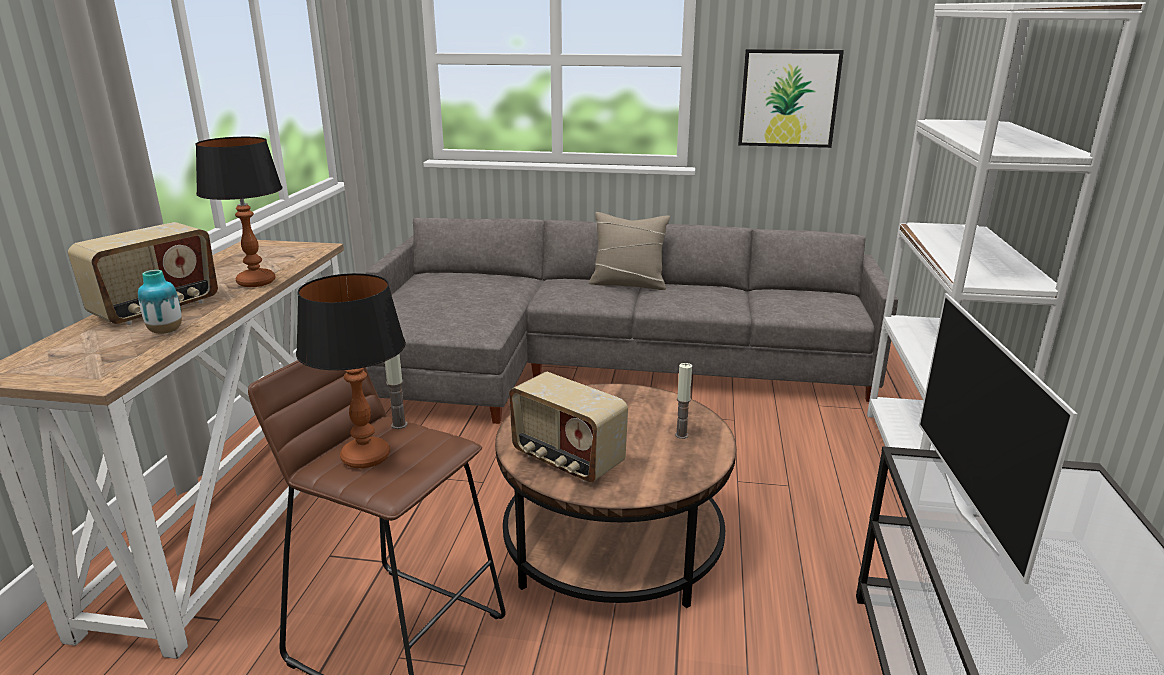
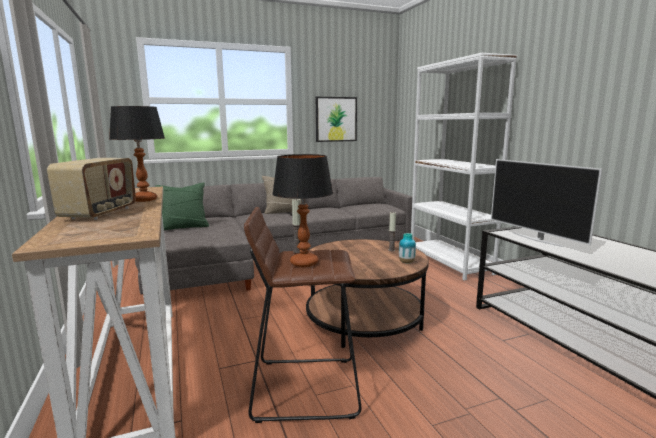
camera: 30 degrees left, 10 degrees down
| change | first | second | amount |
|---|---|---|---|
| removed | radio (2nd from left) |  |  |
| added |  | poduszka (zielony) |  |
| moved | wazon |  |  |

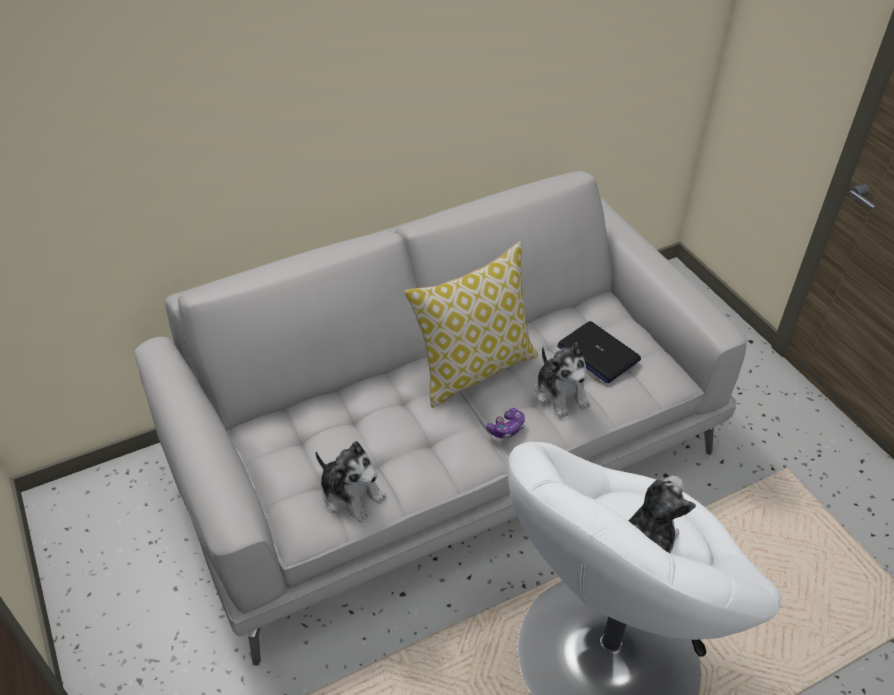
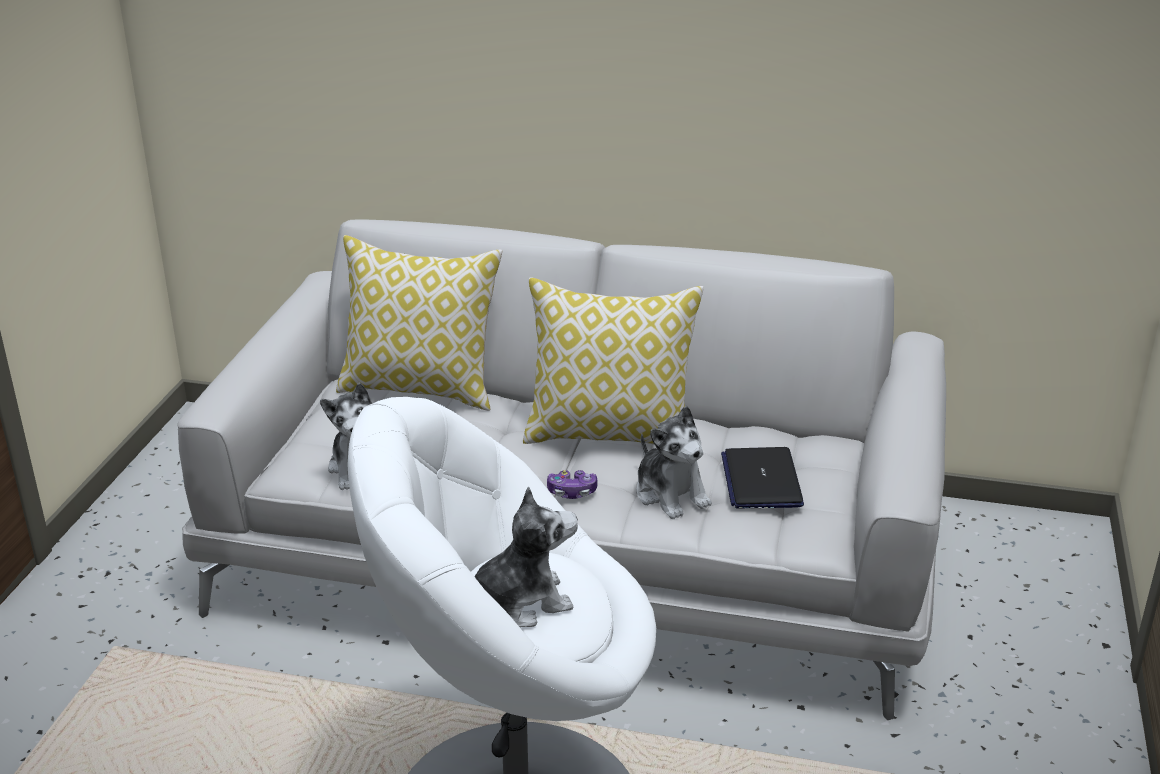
camera: 40 degrees right, 15 degrees down
| change | first | second | amount |
|---|---|---|---|
| added |  | poduszka (1st from left) |  |
| turned | pluszak (2nd from left in the first image) | pluszak (3rd from left) | 45 degrees counterclockwise |

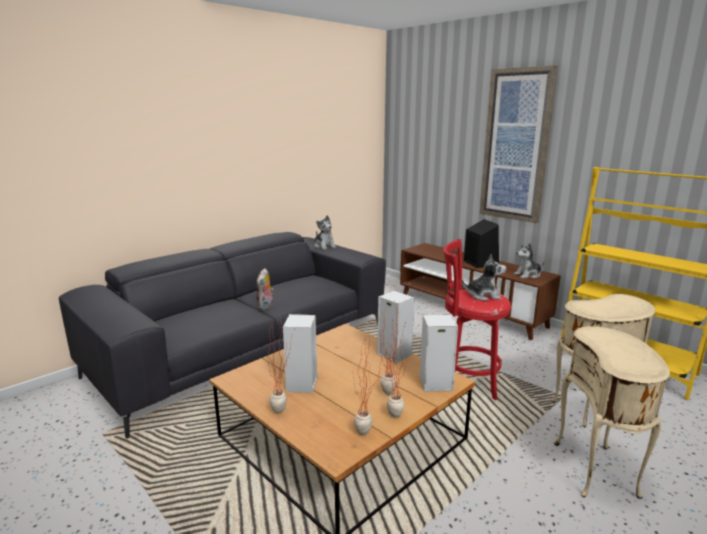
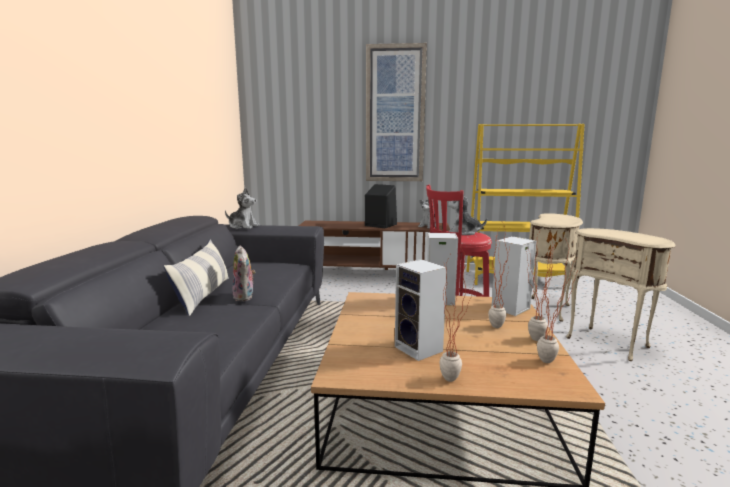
camera: 40 degrees left, 5 degrees down
| change | first | second | amount |
|---|---|---|---|
| added |  | poduszka |  |
| turned | pluszak (3rd from left in the first image) | pluszak (4th from left) | 120 degrees counterclockwise |

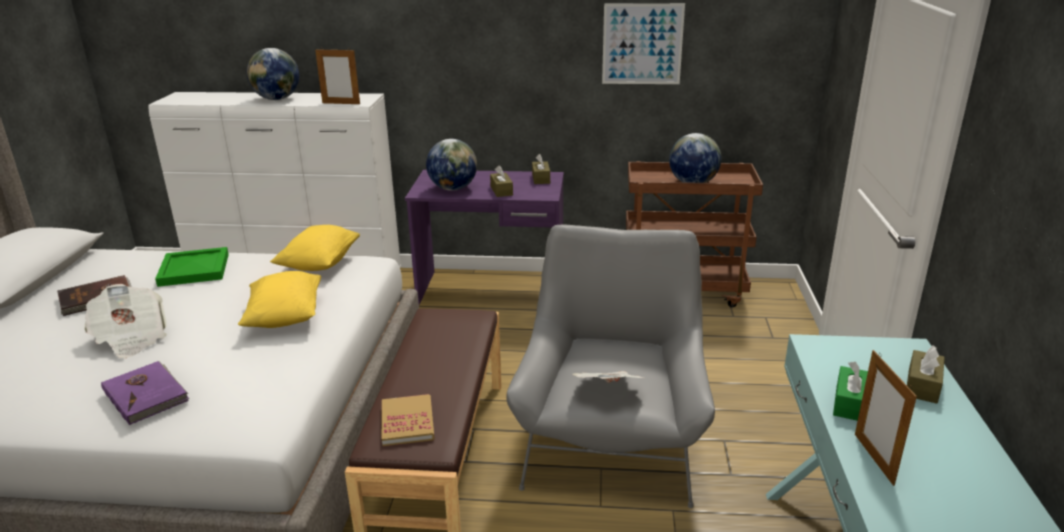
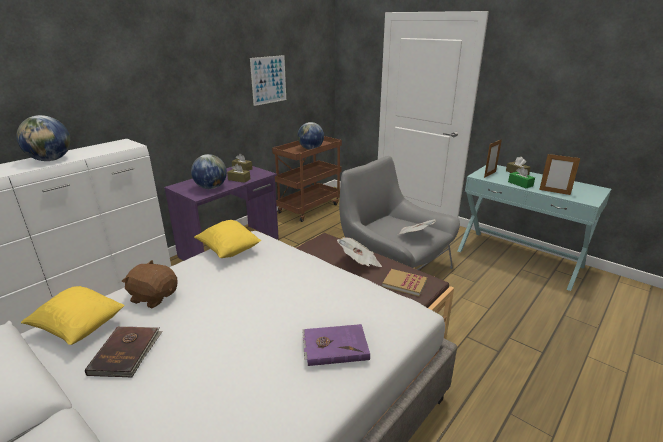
camera: 55 degrees left, 0 degrees up
| change | first | second | amount |
|---|---|---|---|
| moved | gazeta (1st from left) |  |  |
| moved | poduszka (żółty) (1st from left) |  |  |
| moved | ramka na zdjęcie (1st from left) |  |  |
| replaced | taca (zielony) | pluszak (brązowy) |  |

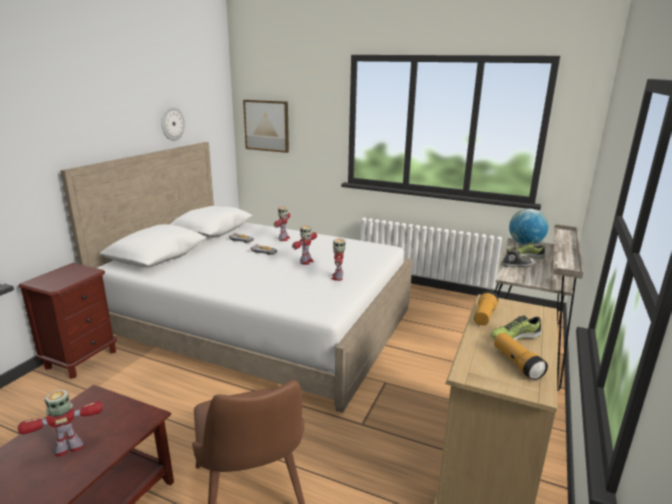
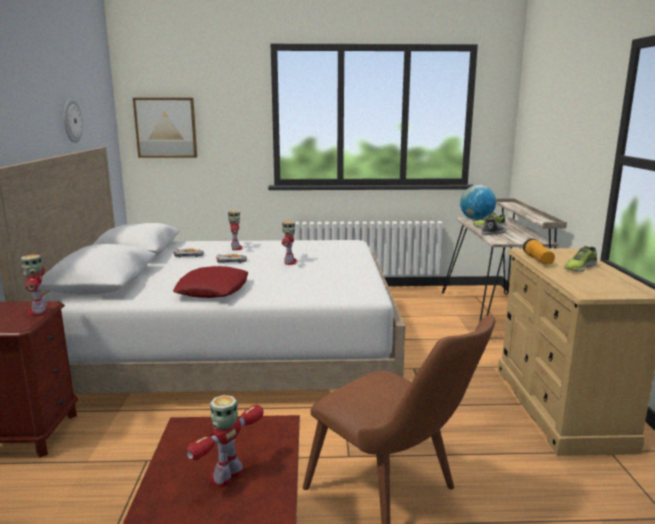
camera: 25 degrees left, 5 degrees down
| change | first | second | amount |
|---|---|---|---|
| removed | latarka (2nd from left) |  |  |
| added |  | poduszka (czerwony) |  |
| moved | robot zabawkowy (4th from left in the first image) | robot zabawkowy (1st from left) |  |

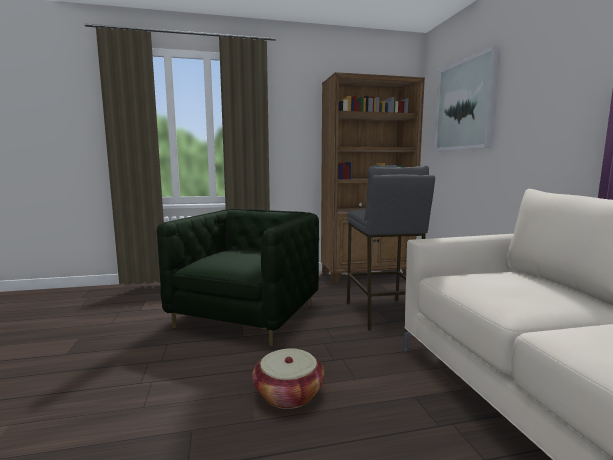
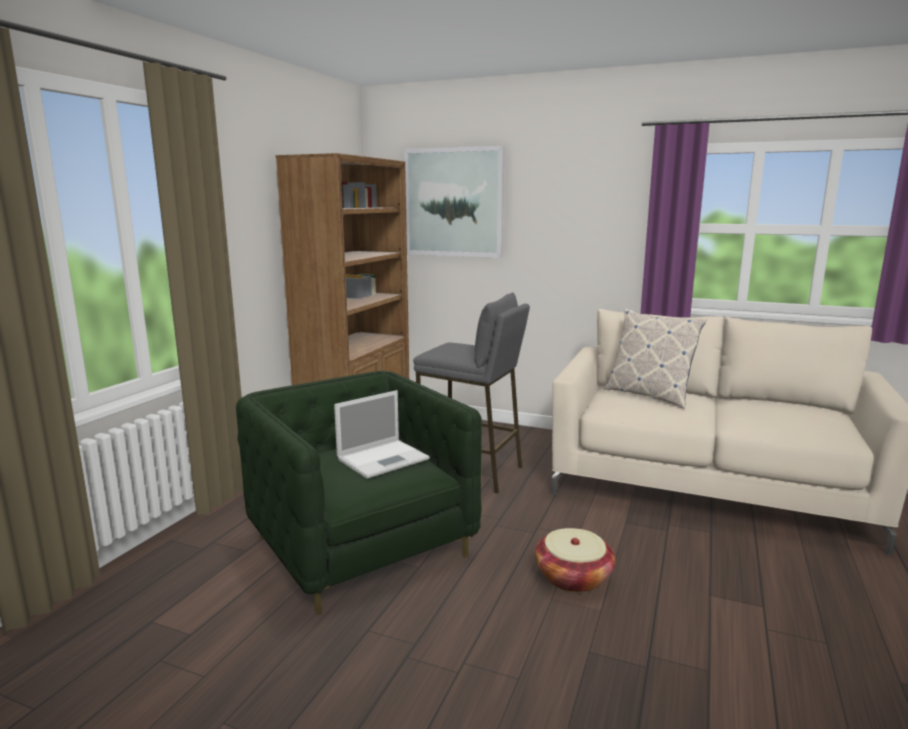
camera: 55 degrees left, 5 degrees up
| change | first | second | amount |
|---|---|---|---|
| added |  | laptop |  |
| added |  | poduszka |  |

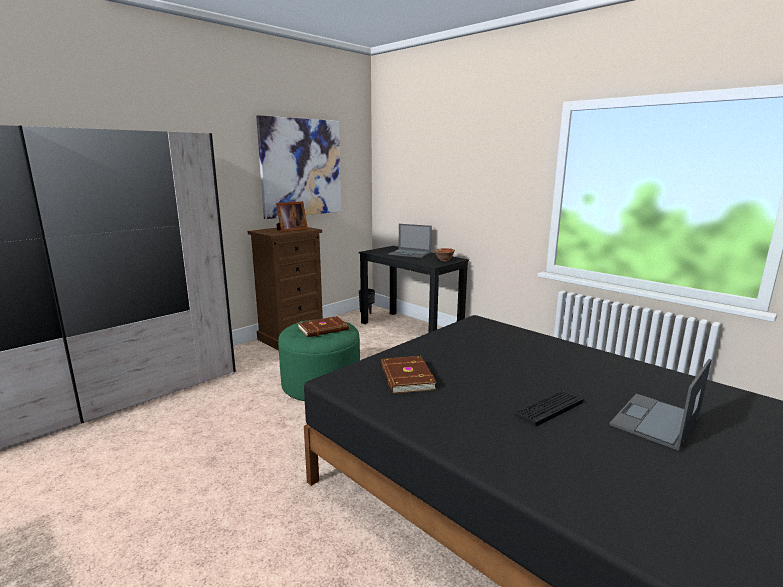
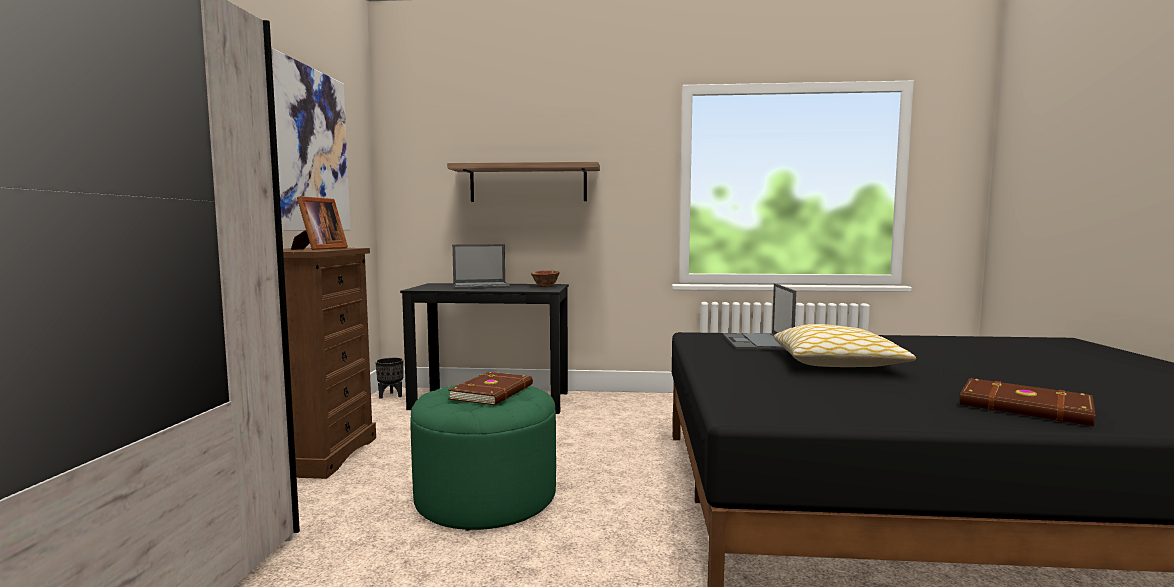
camera: 40 degrees left, 10 degrees down
| change | first | second | amount |
|---|---|---|---|
| removed | klawiatura |  |  |
| added |  | półka |  |
| added |  | poduszka |  |
| moved | książka (brązowy) (2nd from left) |  |  |
| moved | laptop (2nd from left) |  |  |

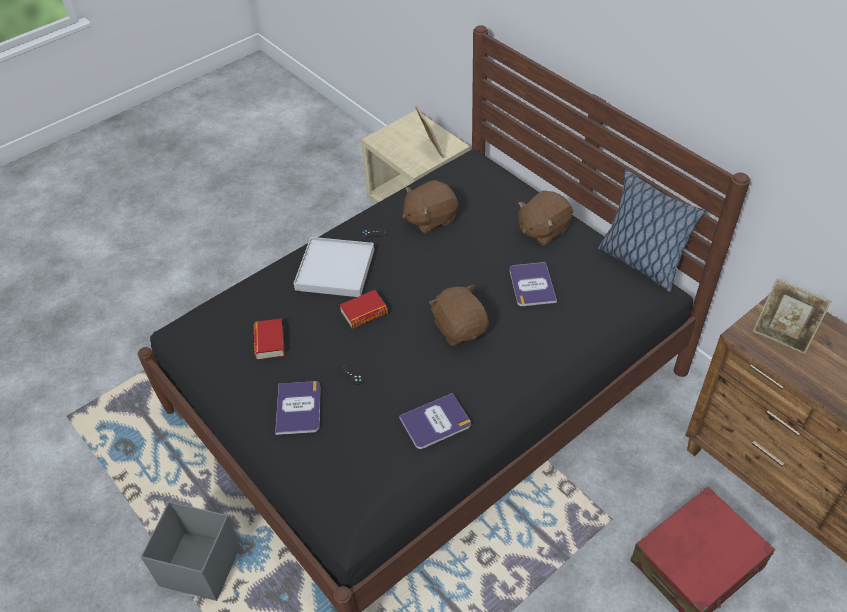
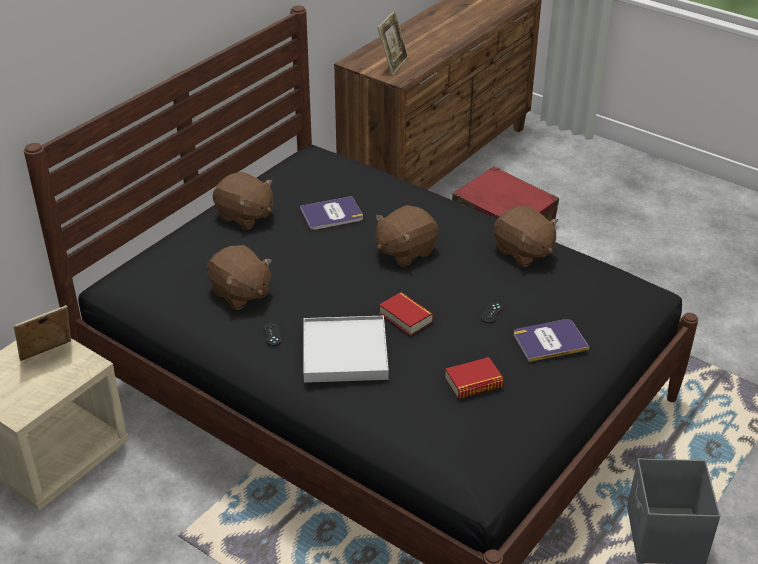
camera: 105 degrees left, 10 degrees down
| change | first | second | amount |
|---|---|---|---|
| removed | poduszka |  |  |
| replaced | książka (4th from left) | pluszak (brązowy) (4th from left) |  |

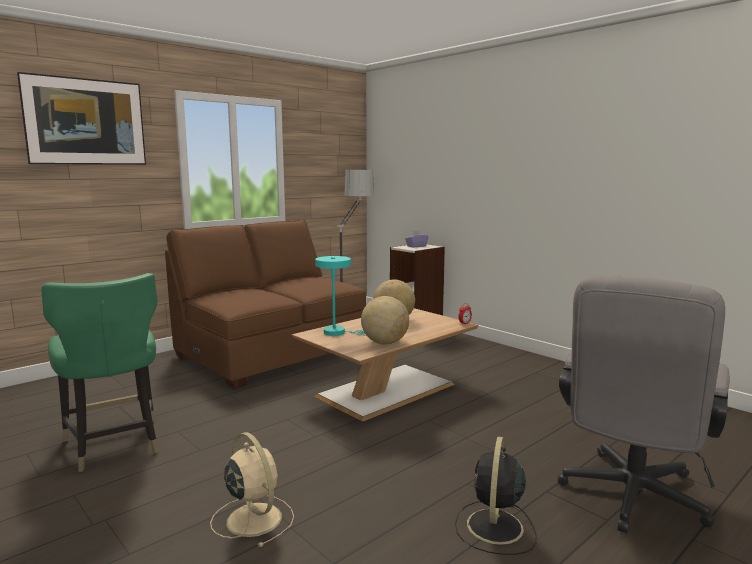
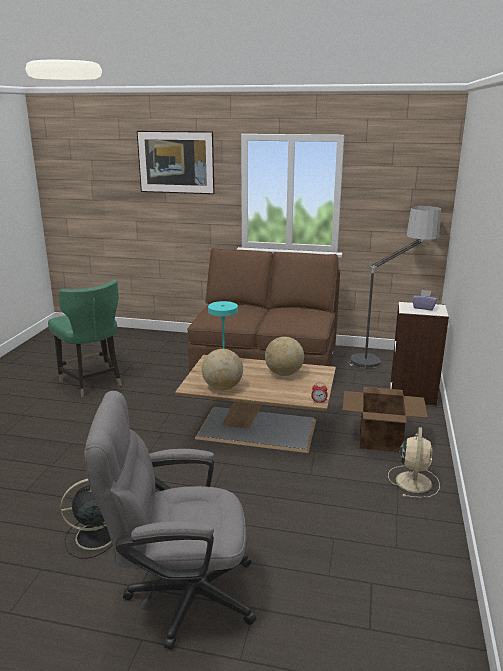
camera: 55 degrees right, 10 degrees up
| change | first | second | amount |
|---|---|---|---|
| added |  | karton |  |
| moved | wentylator (beżowy) |  |  |
| turned | krzesło (zielony) |  | 60 degrees counterclockwise |

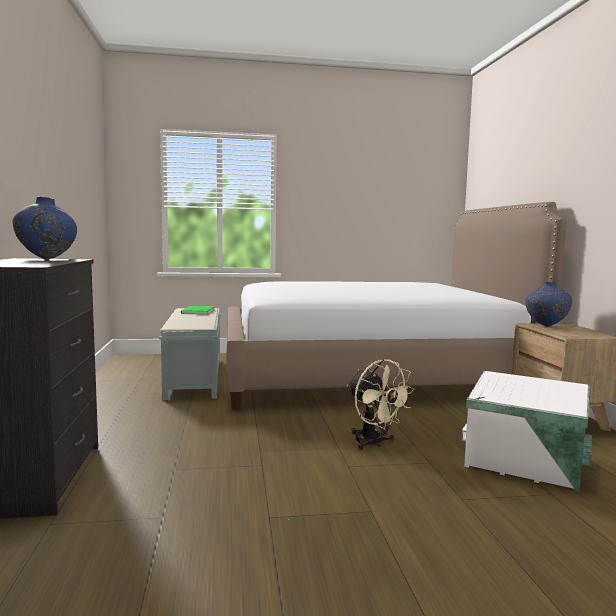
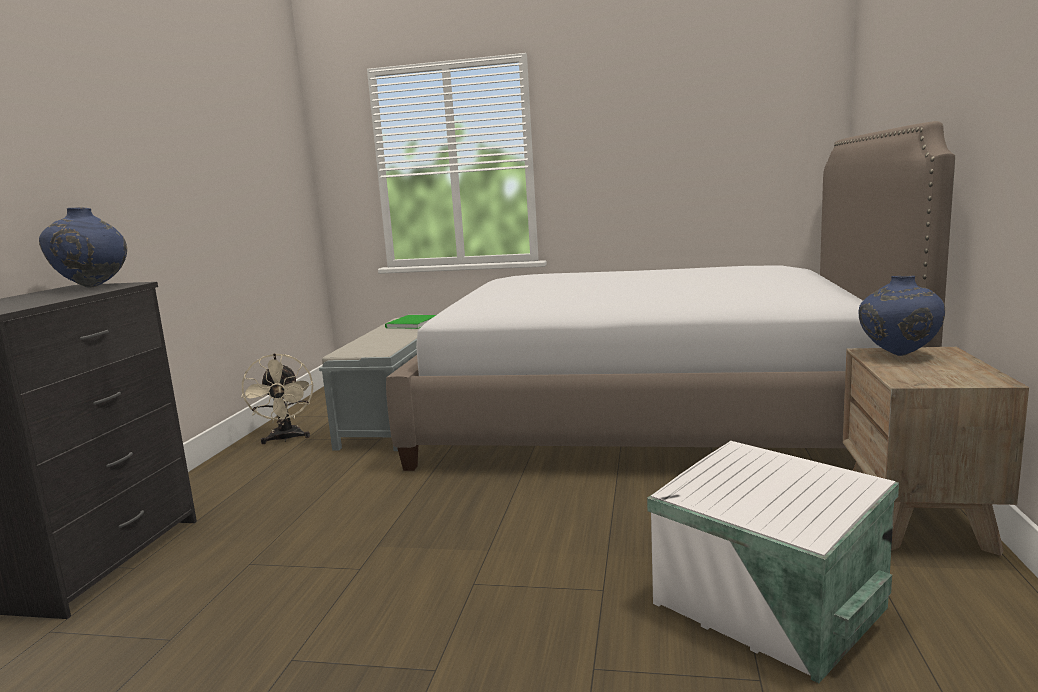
camera: 20 degrees right, 5 degrees up
| change | first | second | amount |
|---|---|---|---|
| moved | wentylator (beżowy) |  |  |

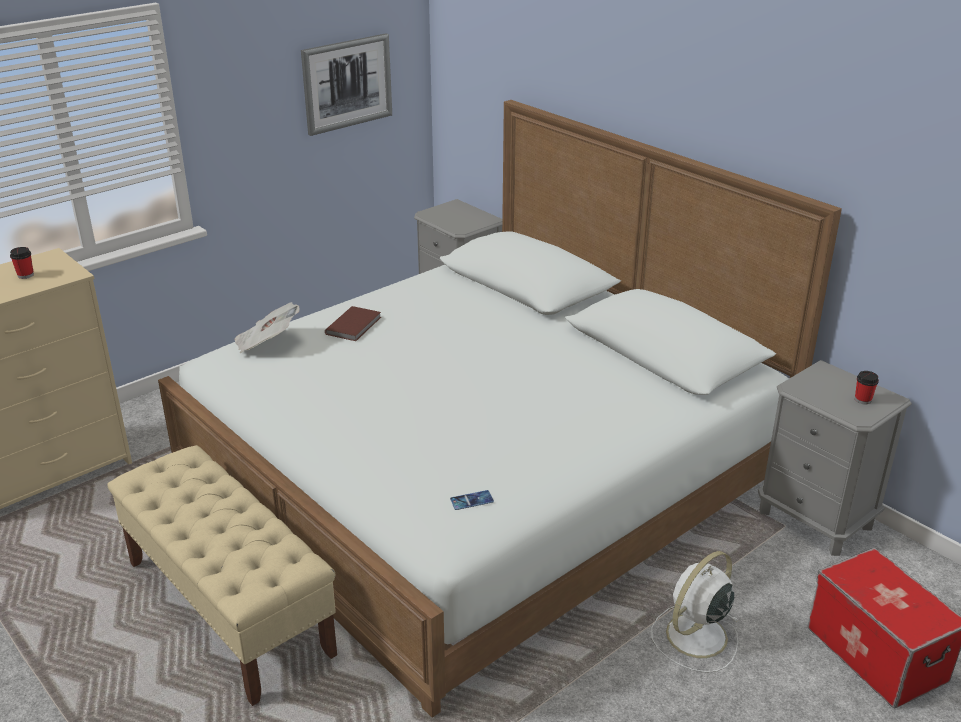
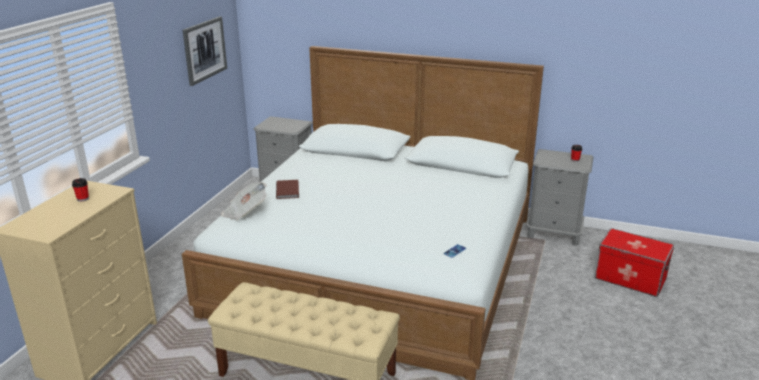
camera: 30 degrees left, 5 degrees down
| change | first | second | amount |
|---|---|---|---|
| removed | wentylator (biały) |  |  |

